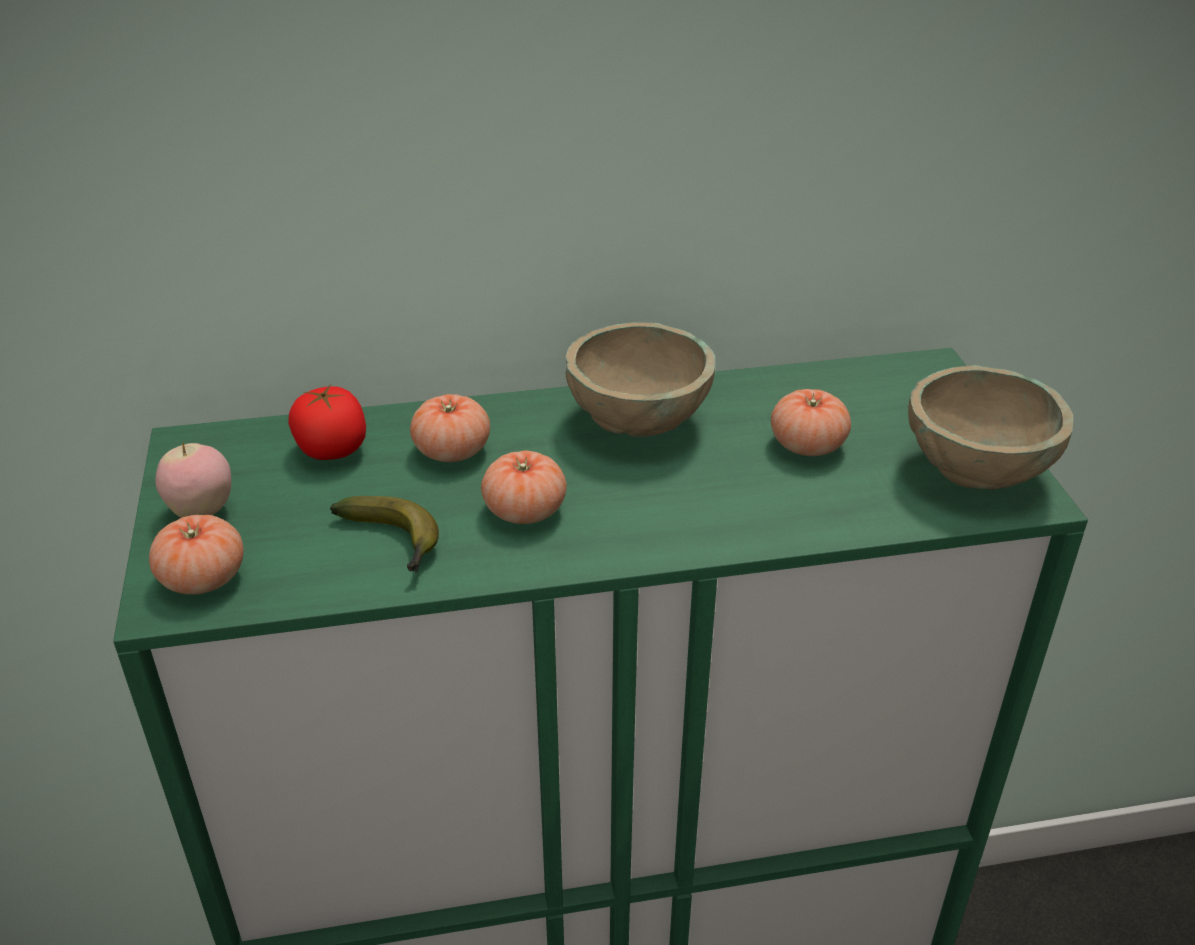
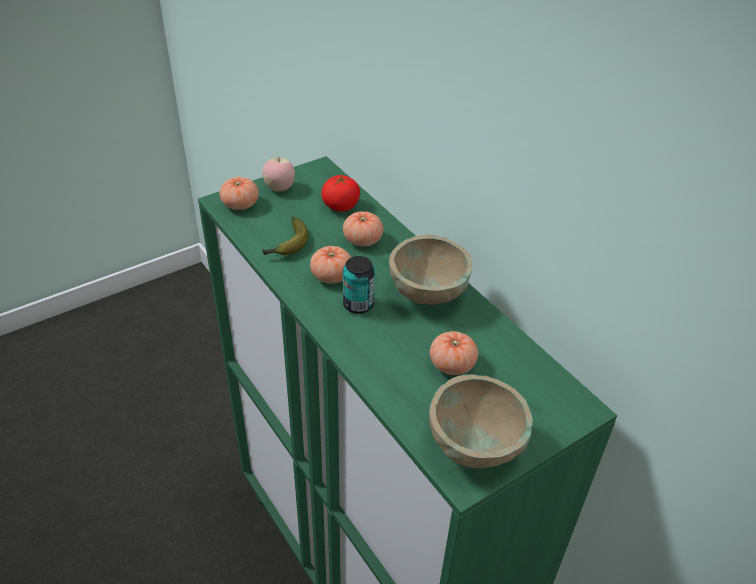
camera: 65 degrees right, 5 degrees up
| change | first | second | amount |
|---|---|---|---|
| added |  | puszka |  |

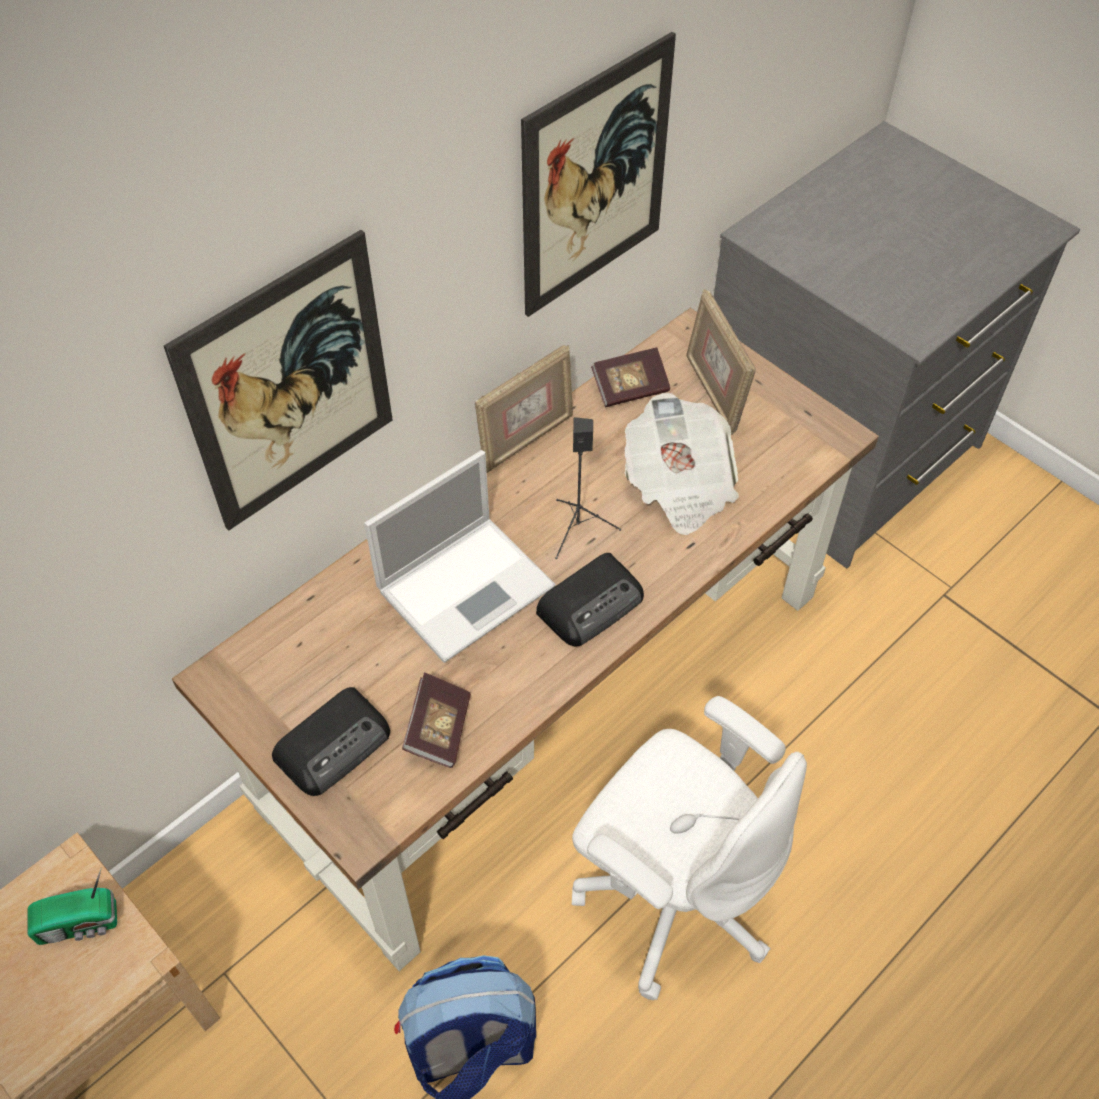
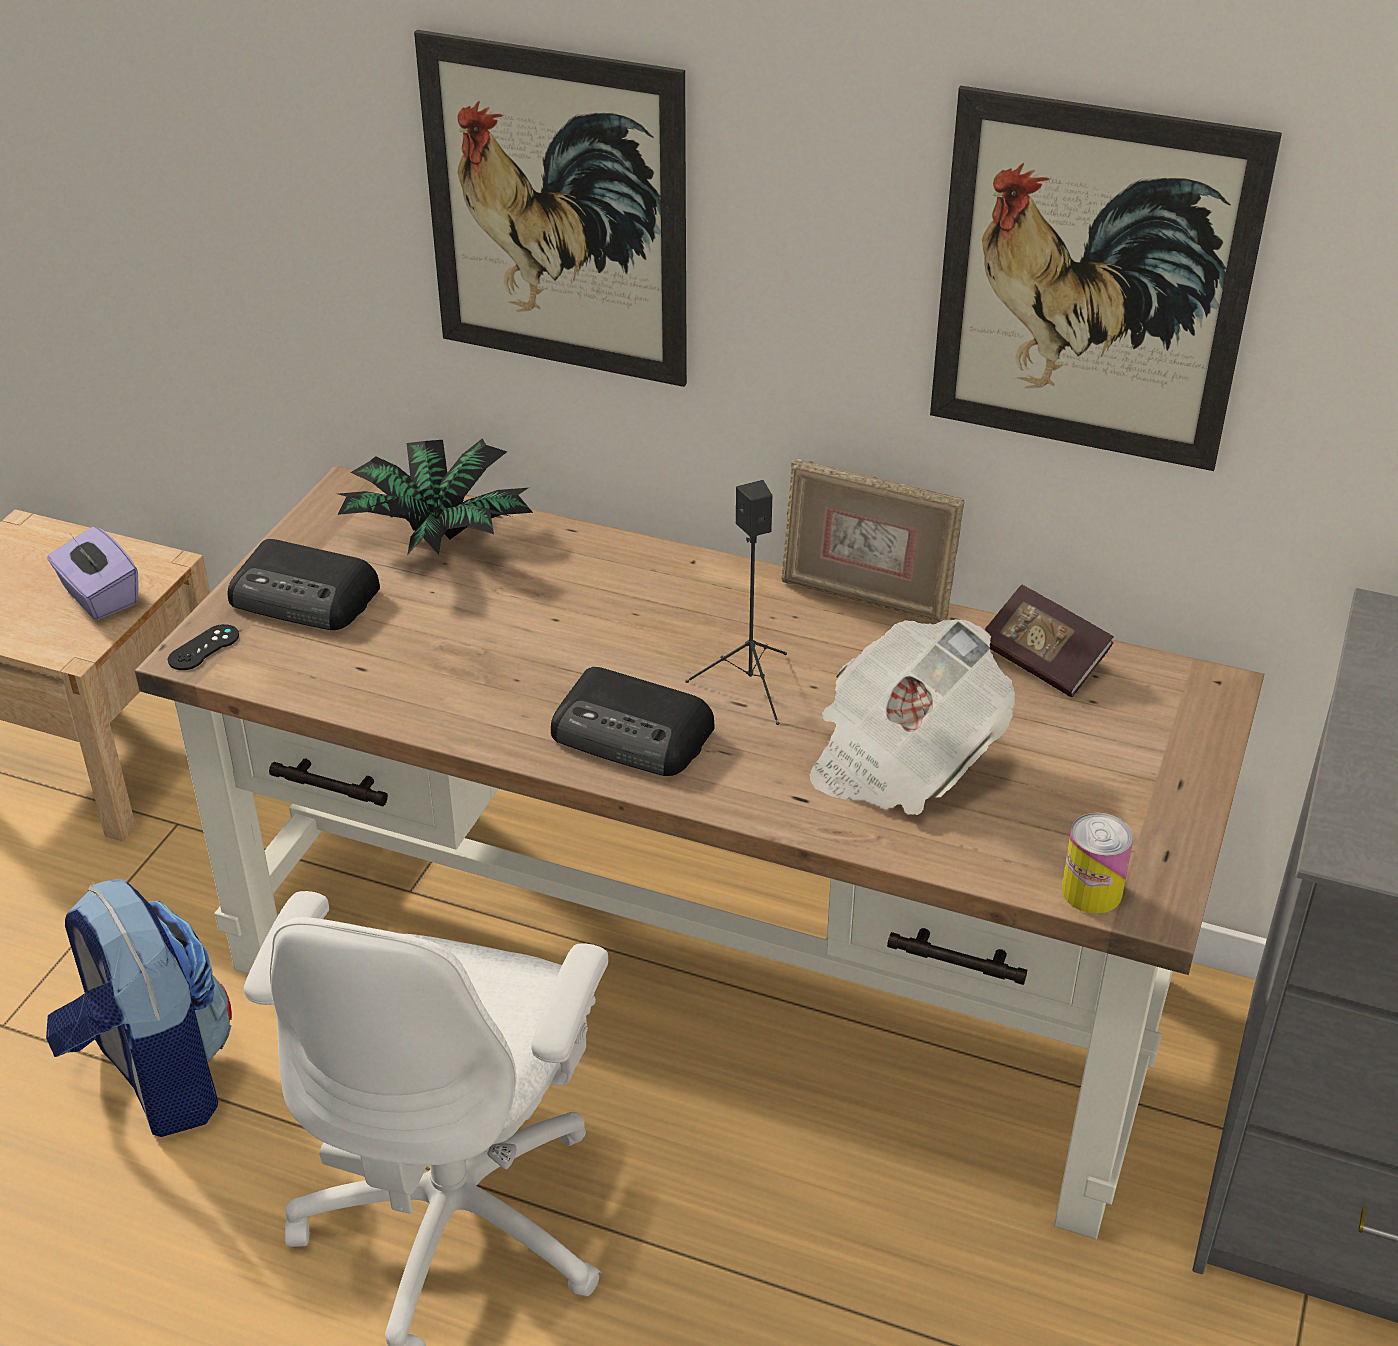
camera: 65 degrees right, 15 degrees down
| change | first | second | amount |
|---|---|---|---|
| removed | laptop |  |  |
| removed | książka (1st from left) |  |  |
| removed | ramka na zdjęcie (2nd from left) |  |  |
| added |  | pad do gier (czarny) |  |
| added |  | roślina doniczkowa |  |
| added |  | puszka |  |
| replaced | radio (1st from left) | pudełko chusteczek (fioletowy) |  |

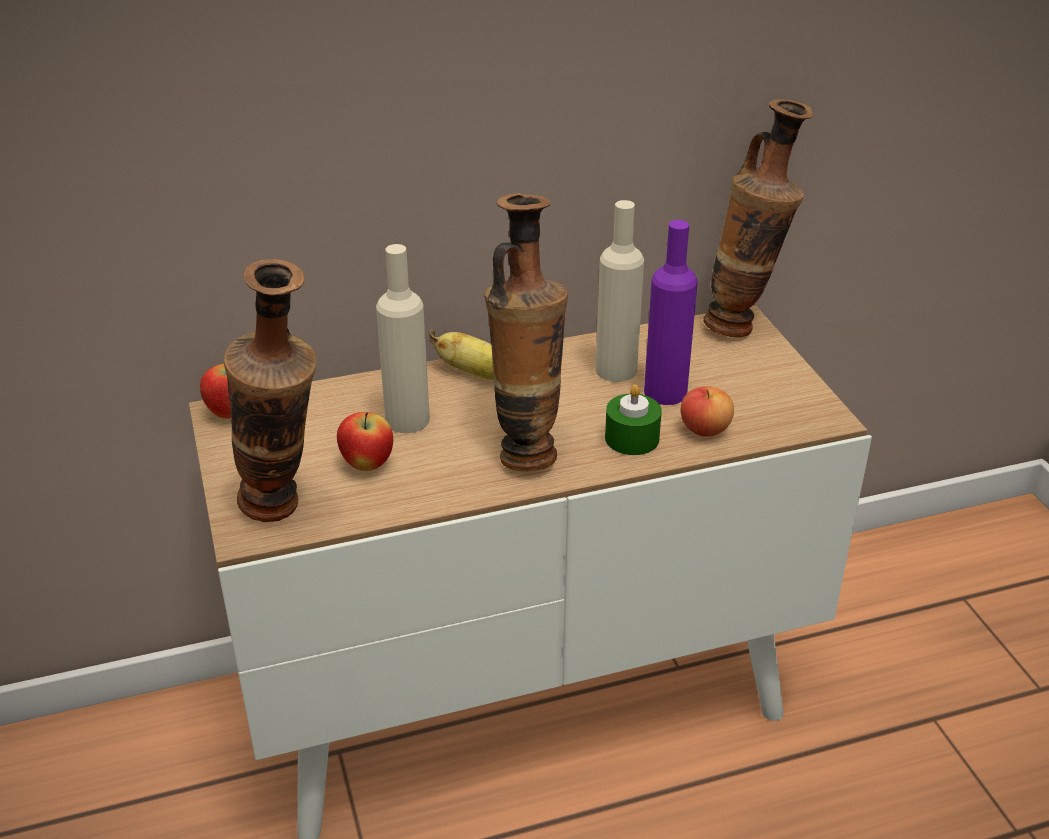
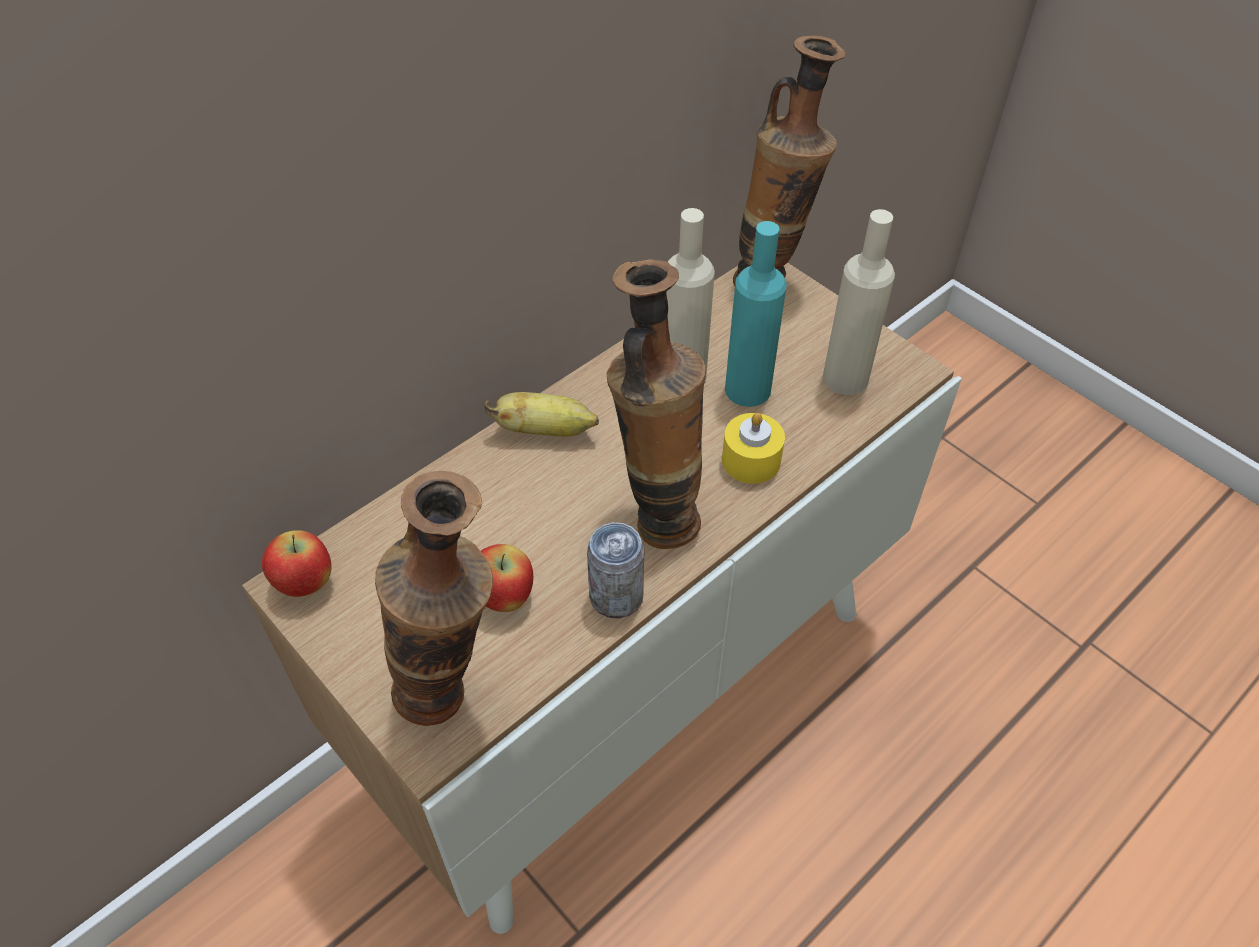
camera: 25 degrees left, 15 degrees up
| change | first | second | amount |
|---|---|---|---|
| removed | jabłko (3rd from left) |  |  |
| added |  | puszka |  |
| moved | butelka (beżowy) (1st from left in the first image) | butelka (beżowy) (2nd from left) |  |
| recoloured | świeca (zielony) | świeca (żółty) |  |
| recoloured | butelka (fioletowy) | butelka (turkusowy) |  |

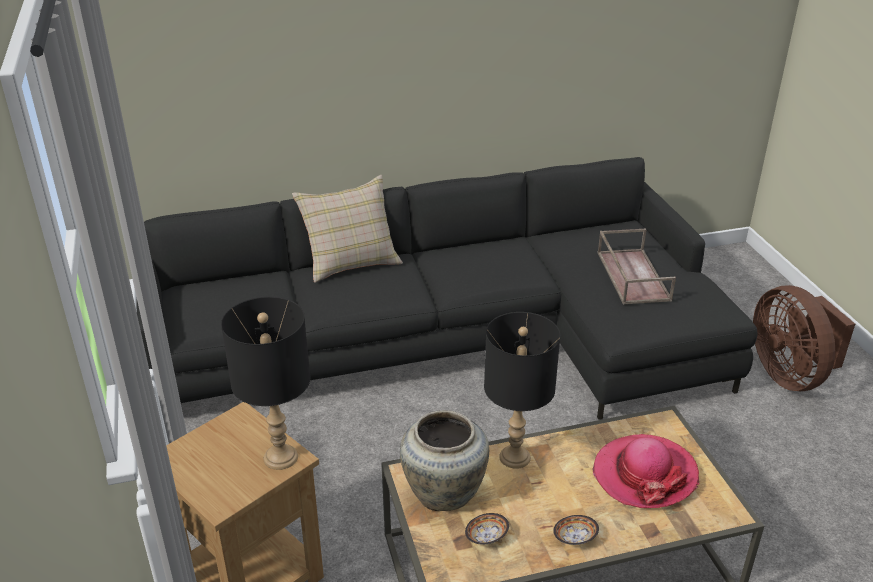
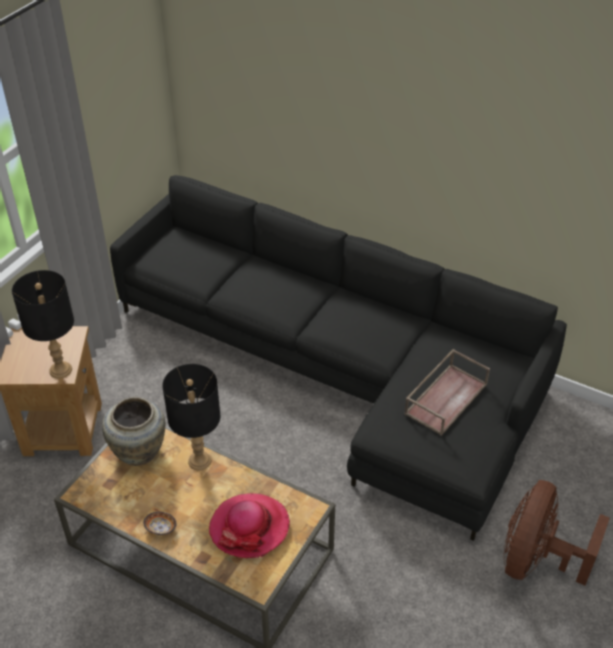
camera: 45 degrees right, 10 degrees up
| change | first | second | amount |
|---|---|---|---|
| removed | poduszka (beżowy) |  |  |
| removed | miska (1st from left) |  |  |

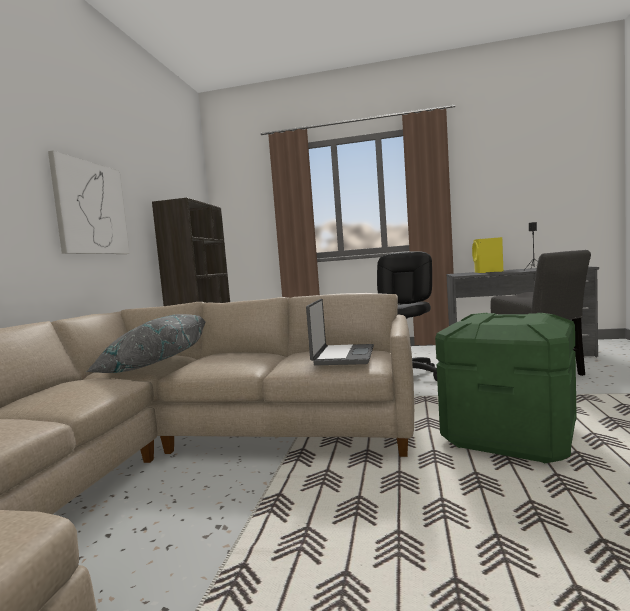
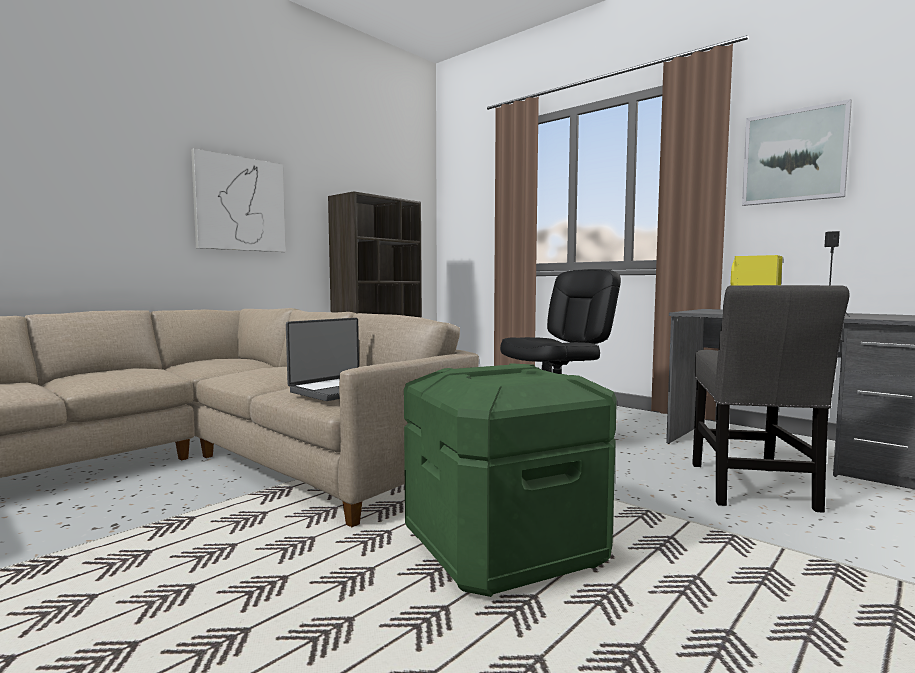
camera: 30 degrees right, 0 degrees up
| change | first | second | amount |
|---|---|---|---|
| removed | poduszka (szary) |  |  |
| added |  | obraz (2nd from left) |  |

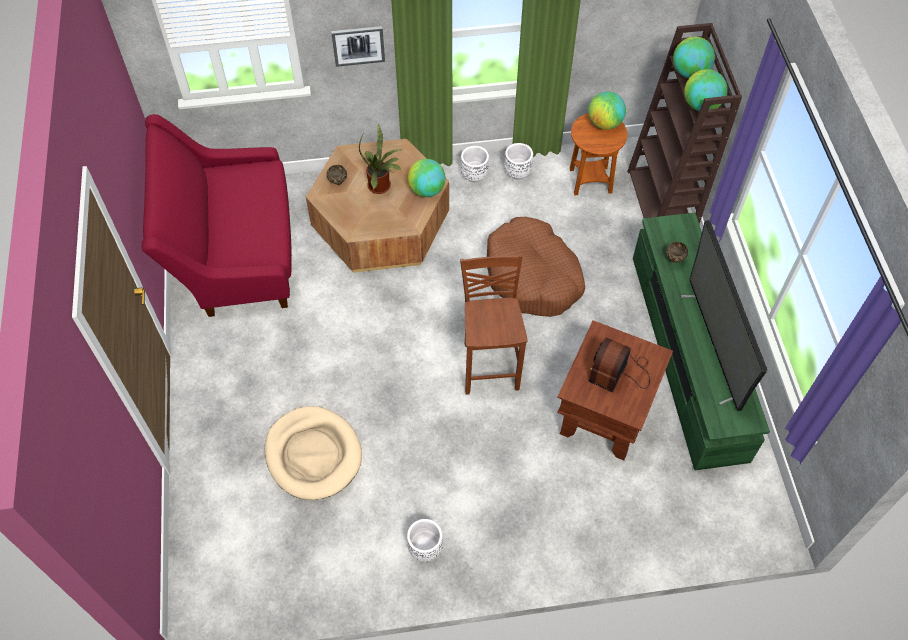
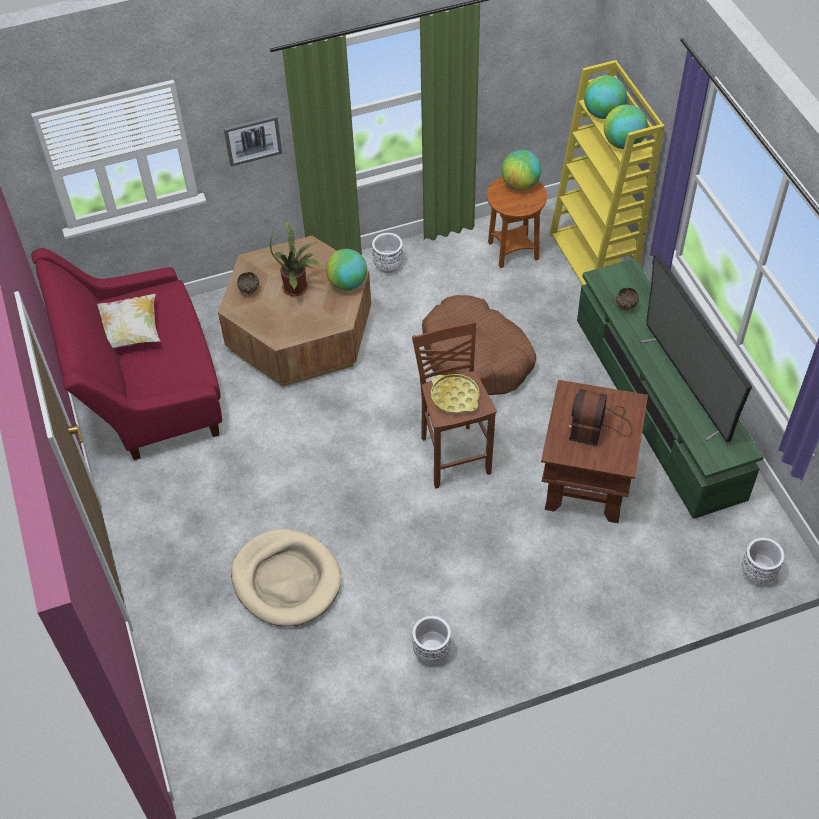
camera: 10 degrees left, 5 degrees down
| change | first | second | amount |
|---|---|---|---|
| added |  | poduszka |  |
| added |  | taca (żółty) |  |
| moved | donica (biały) (3rd from left) |  |  |
| recoloured | regał (brązowy) | regał (żółty) |  |

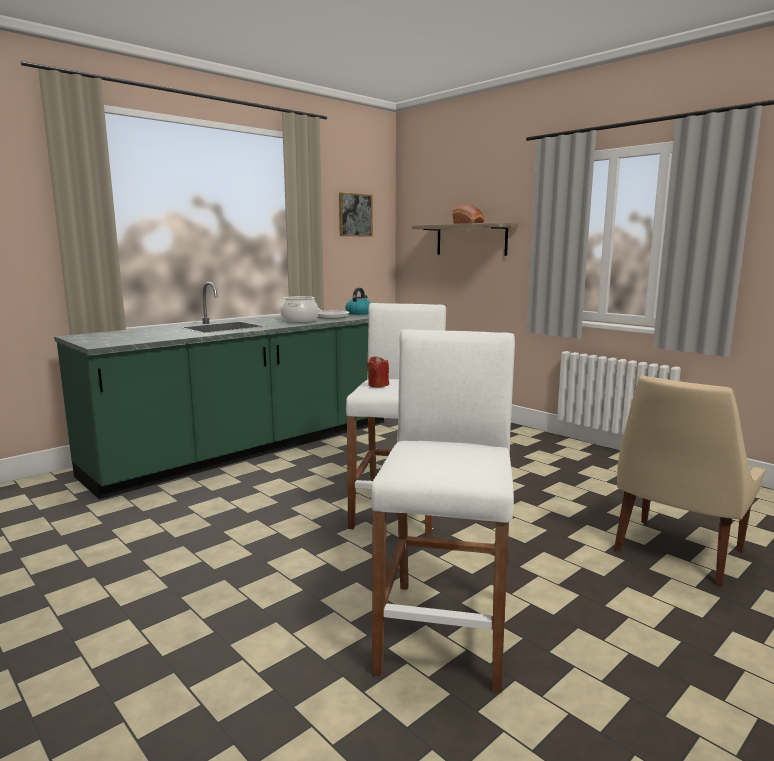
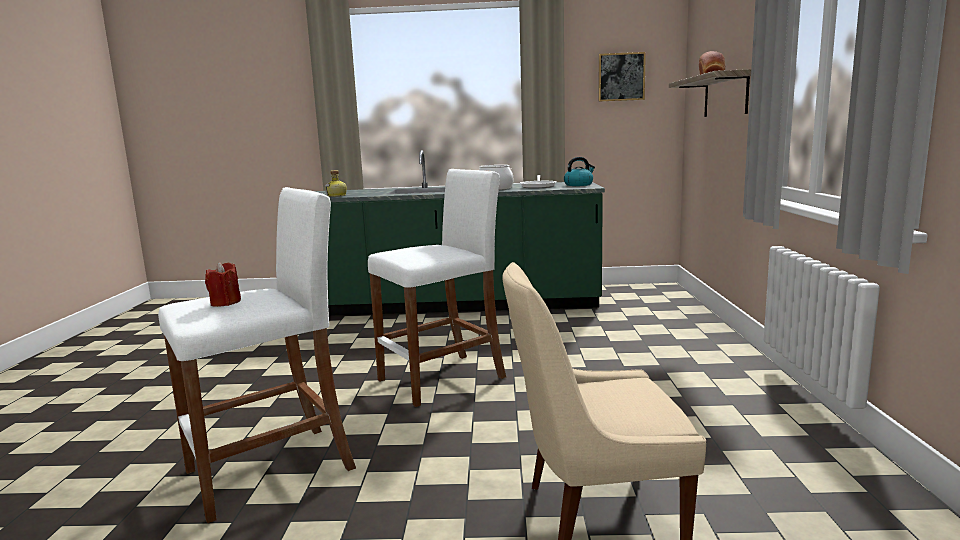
camera: 45 degrees right, 0 degrees up
| change | first | second | amount |
|---|---|---|---|
| added |  | butelka |  |
| moved | świeca (czerwony) |  |  |

